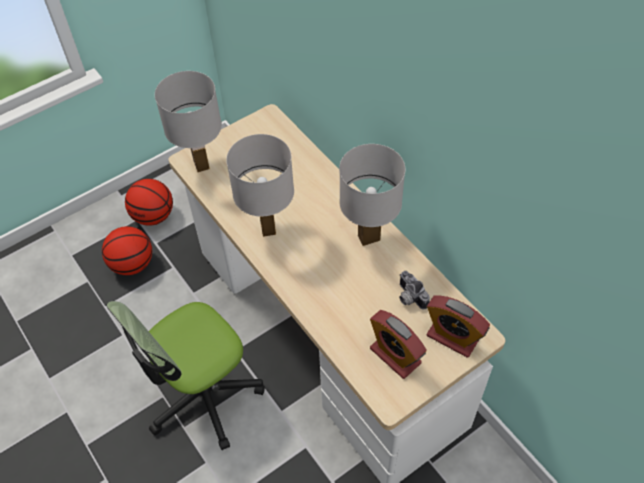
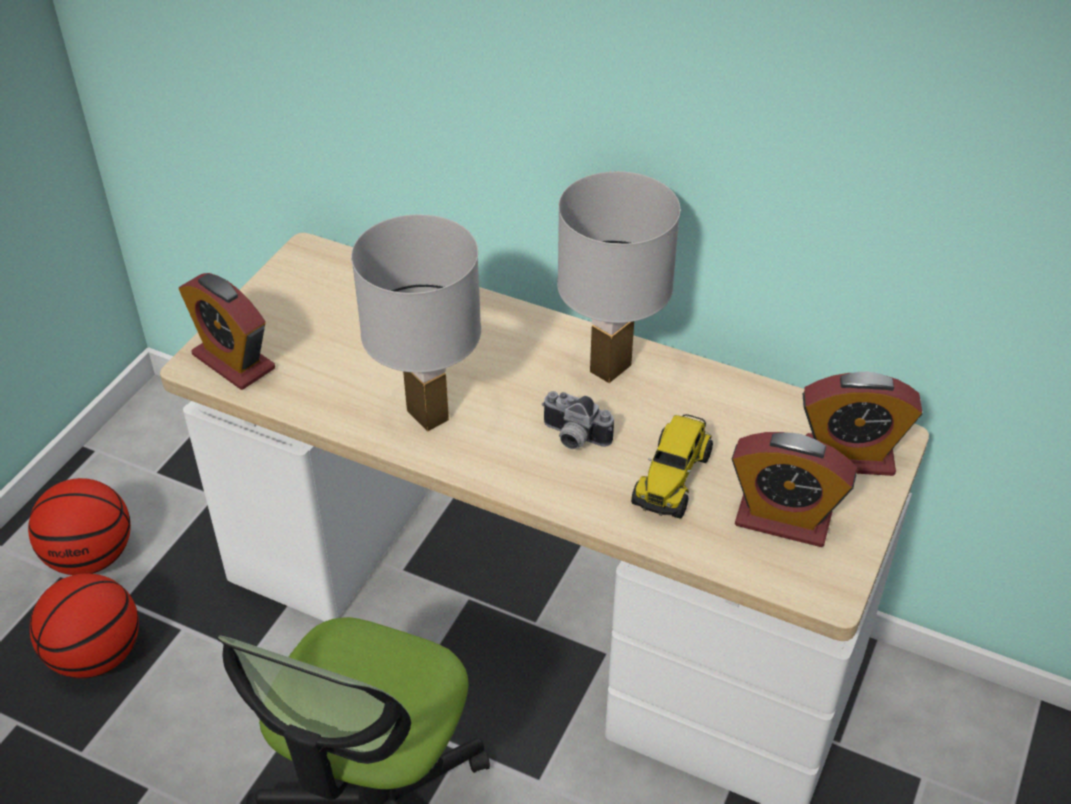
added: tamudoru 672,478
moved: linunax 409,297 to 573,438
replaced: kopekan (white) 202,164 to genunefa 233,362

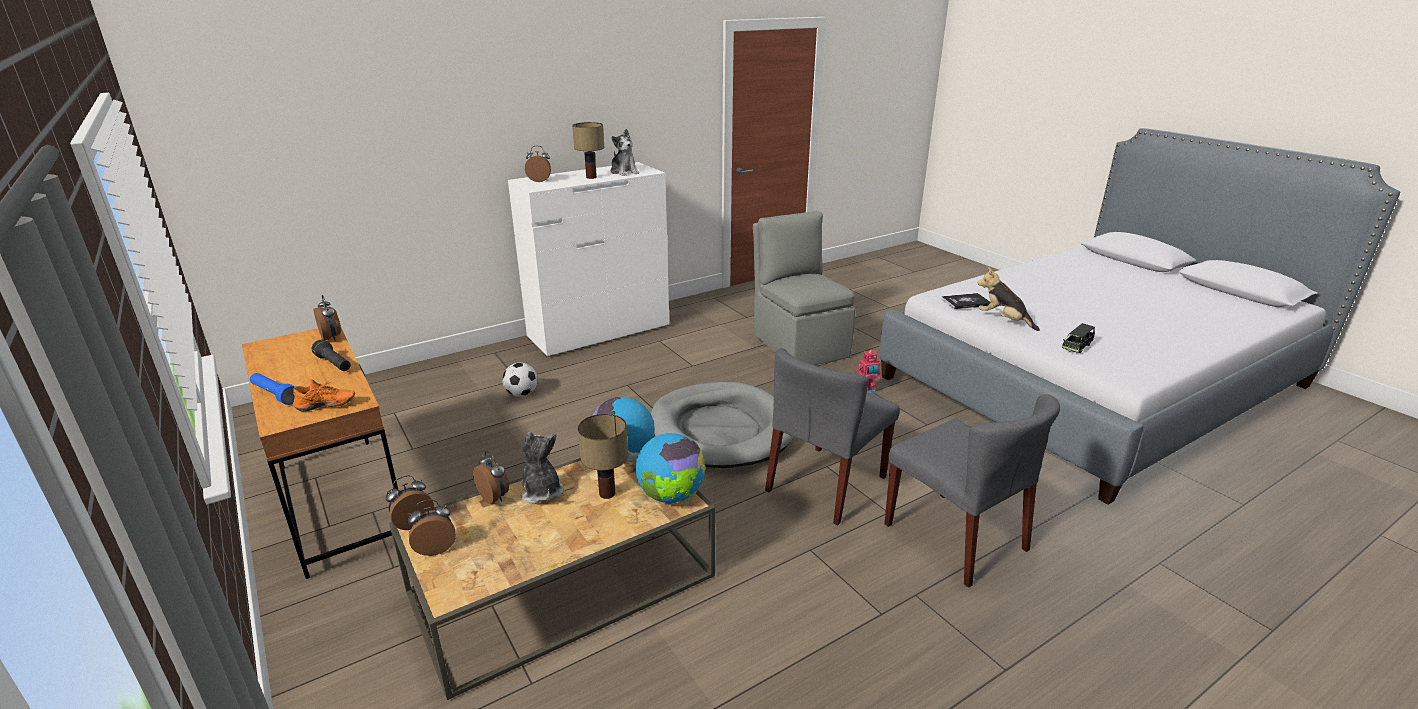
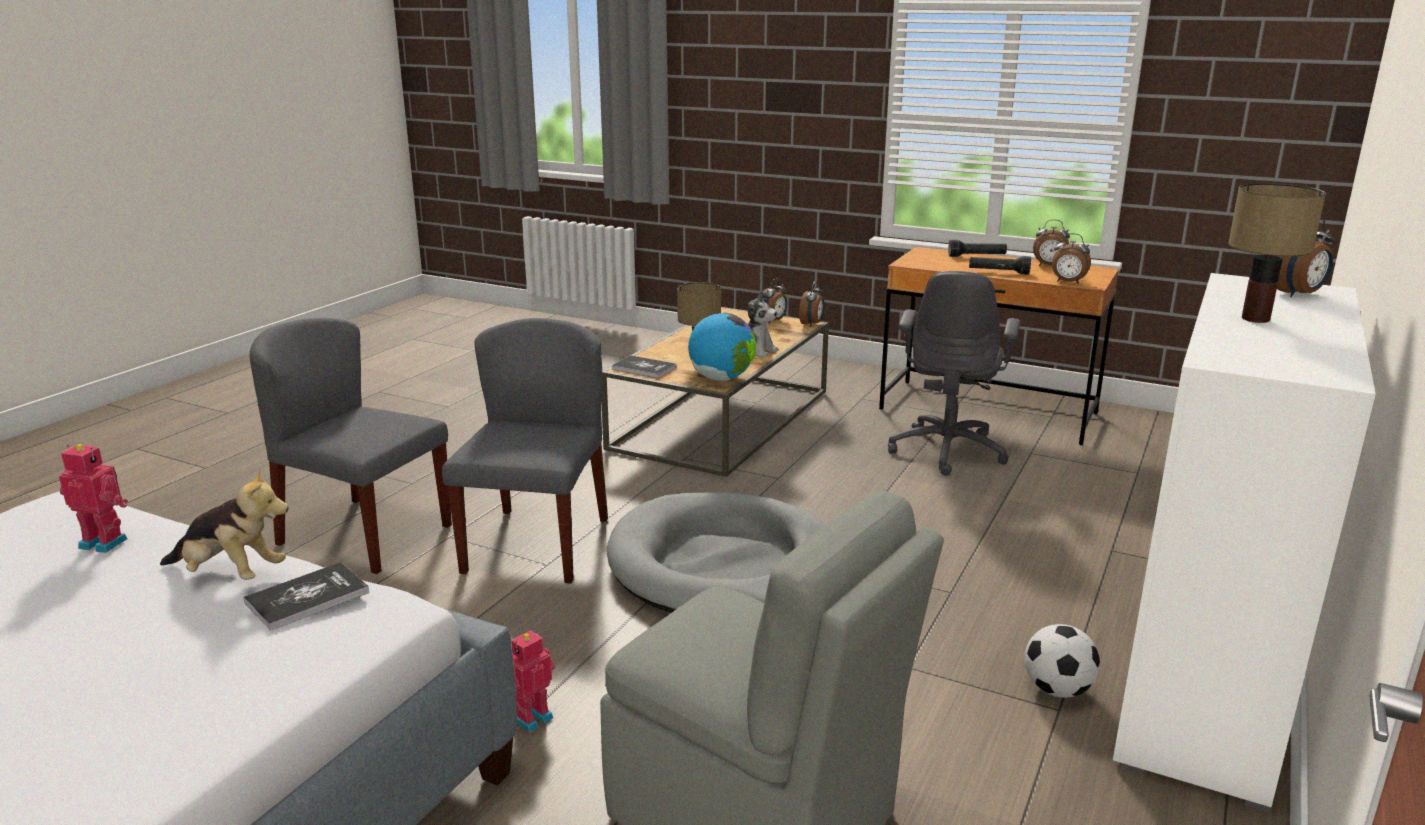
removed: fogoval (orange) 326,407; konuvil 624,172
added: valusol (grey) 948,450
moved: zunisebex 521,394 to 1057,690; genunefa 495,497 to 1049,266
replaced: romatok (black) 1076,347 to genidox 105,542; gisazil 671,496 to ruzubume 644,368
recoloured: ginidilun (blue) 275,395 to ginidilun (black) 976,256

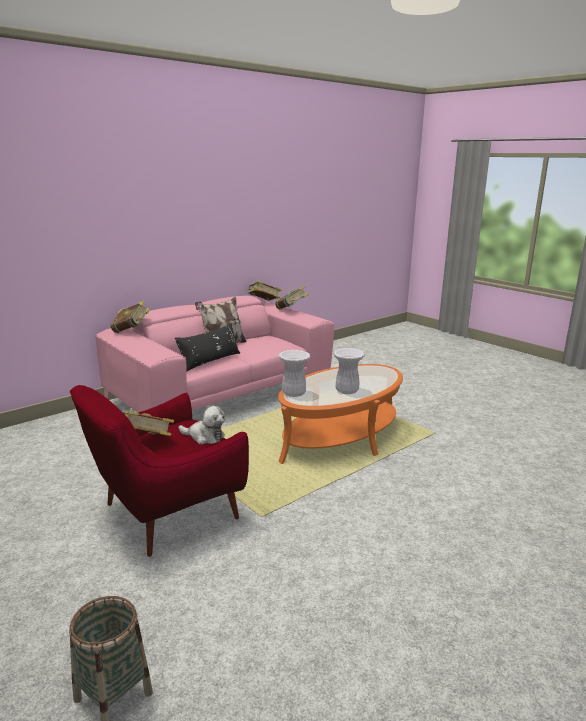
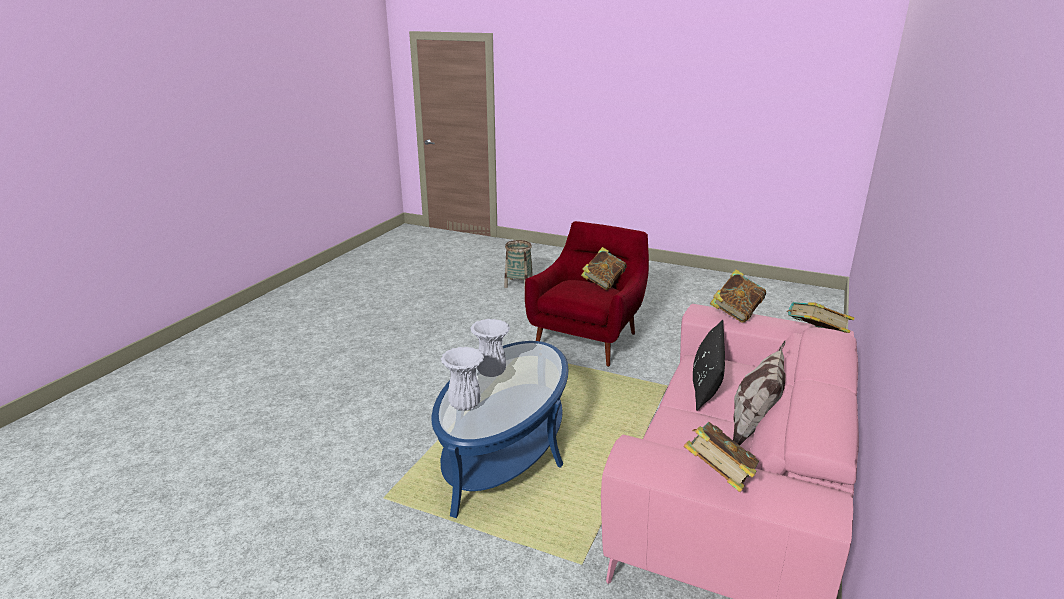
removed: konuvil 204,437
moved: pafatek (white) 293,394 to 465,404; ruzubume 263,303 to 736,313
recoloured: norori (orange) 340,437 to norori (blue) 505,450

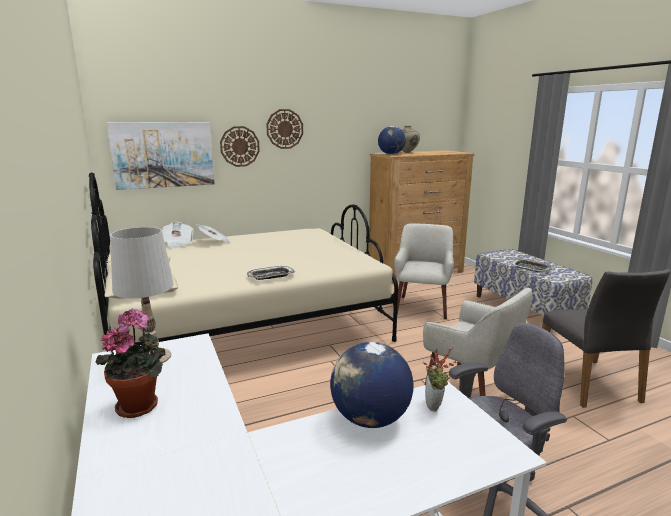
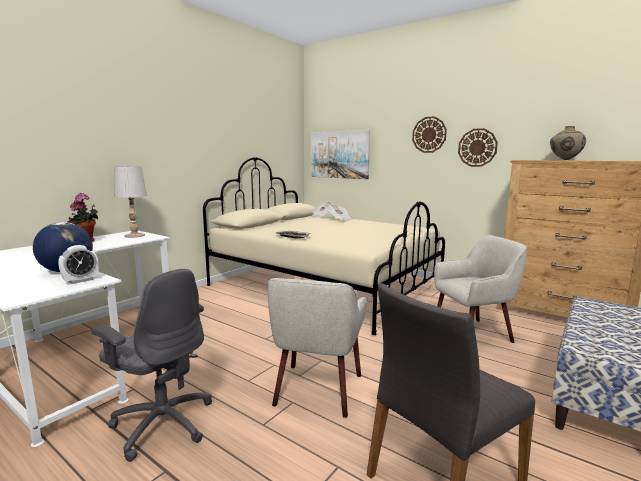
removed: gisazil 391,154; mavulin 530,268
moved: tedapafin 239,146 to 477,147
replaced: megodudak 435,406 to genunefa 81,280

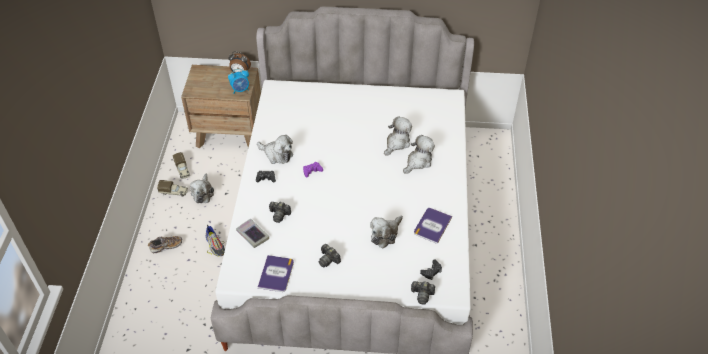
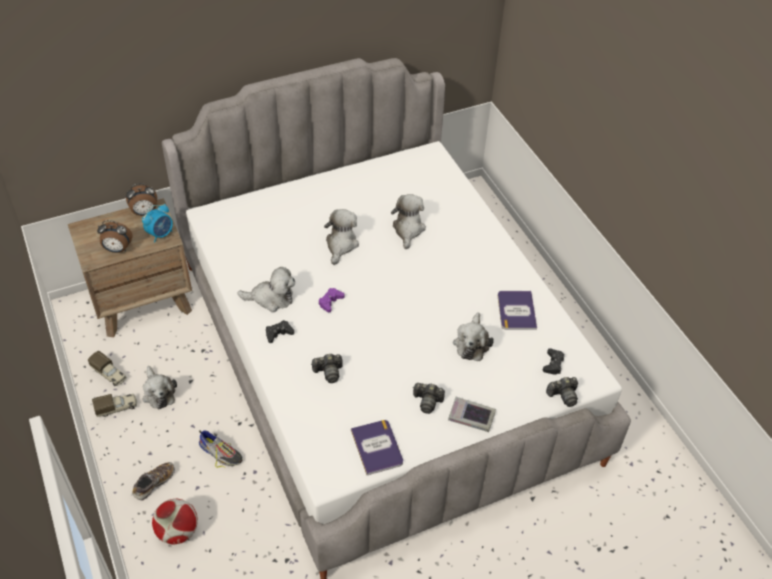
added: genunefa 117,249; zunisebex 178,531
moved: konuvil 418,161 to 341,245; ruzubume 252,235 to 471,417

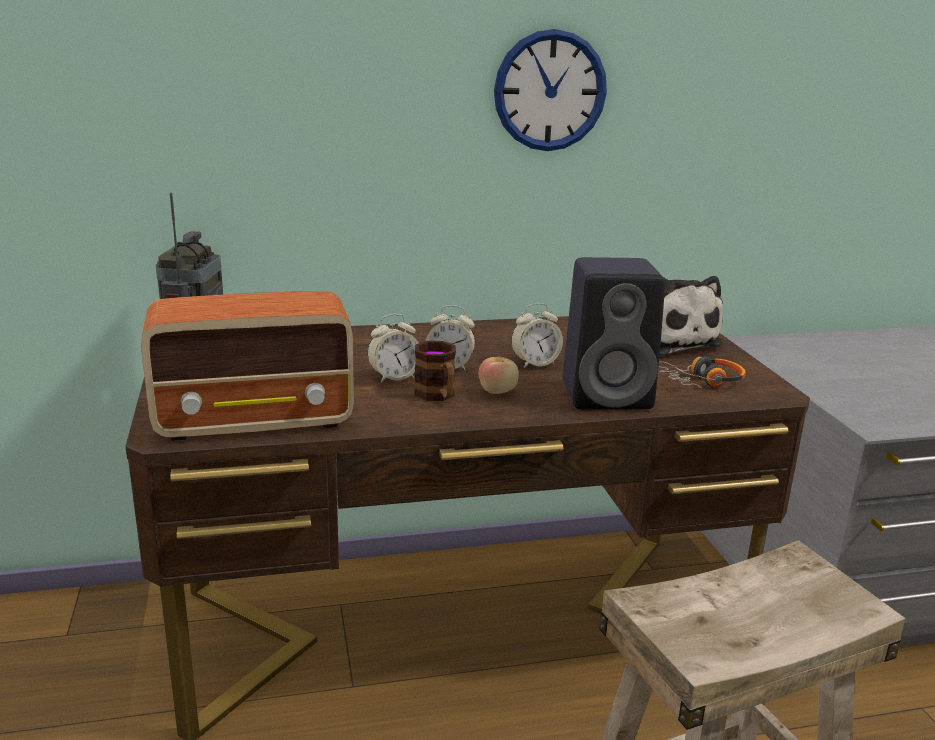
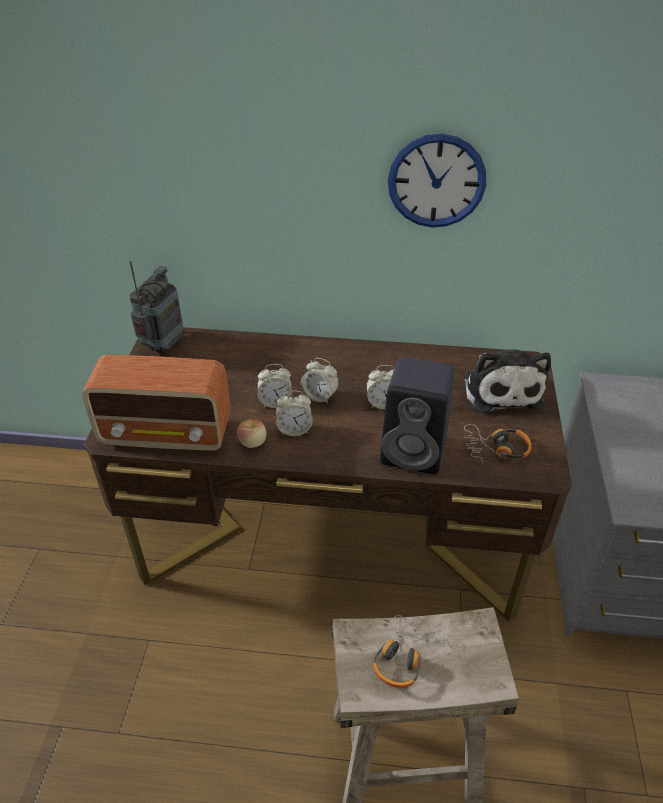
added: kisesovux 403,655
moved: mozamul 498,391 to 253,442
replaced: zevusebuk 438,396 to genunefa 294,429

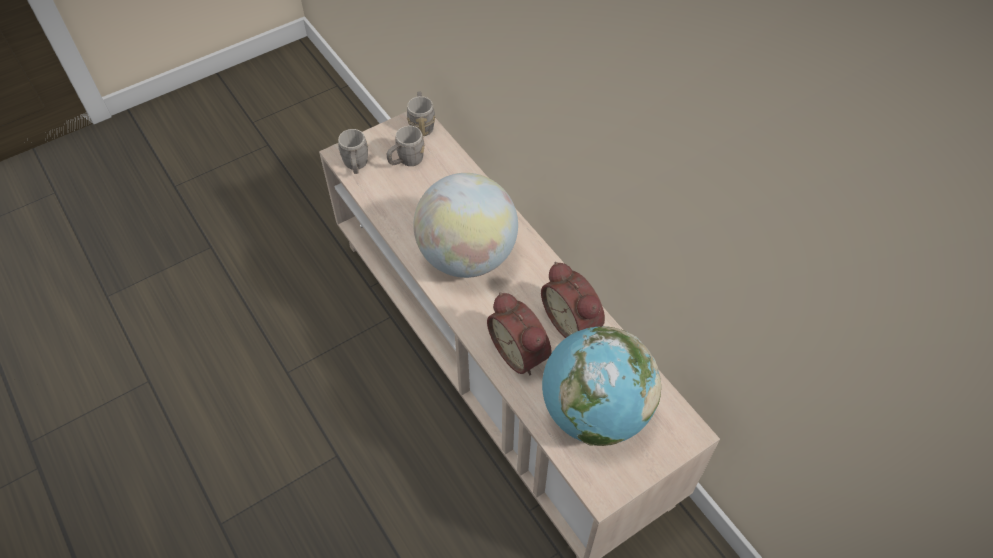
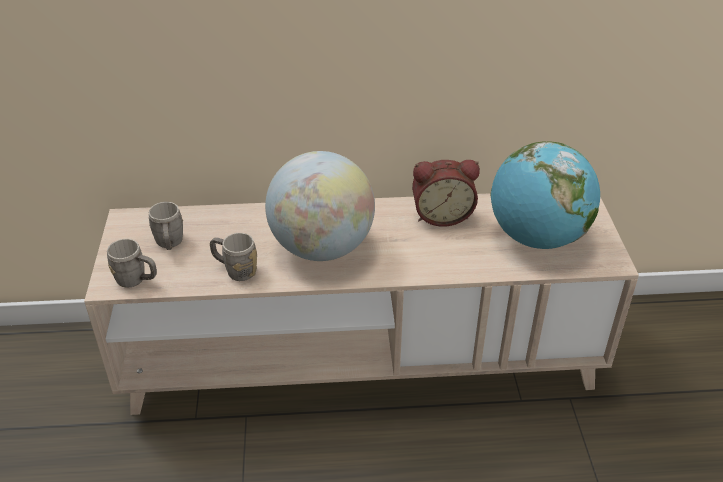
removed: genunefa 521,351
moved: zevusebuk (grey) 422,124 to 235,270

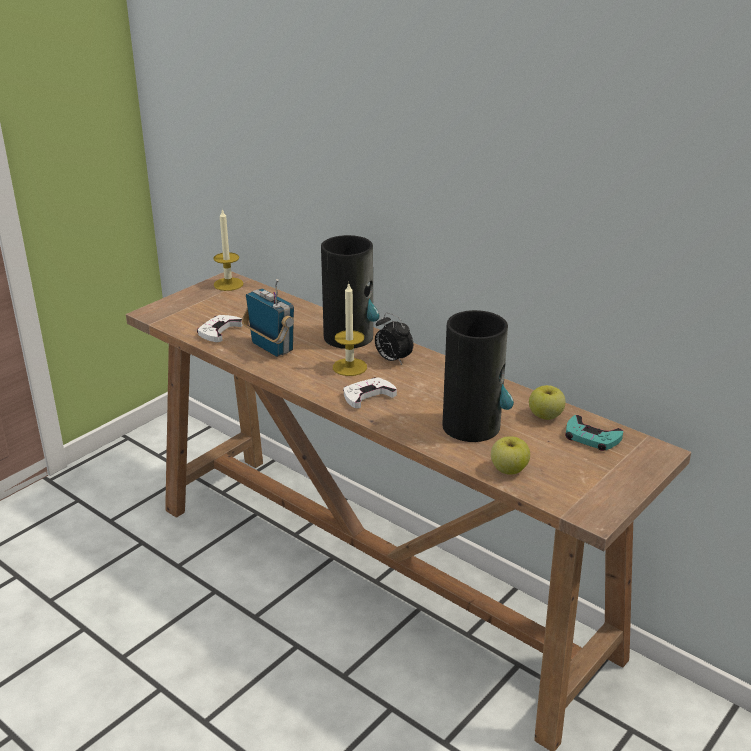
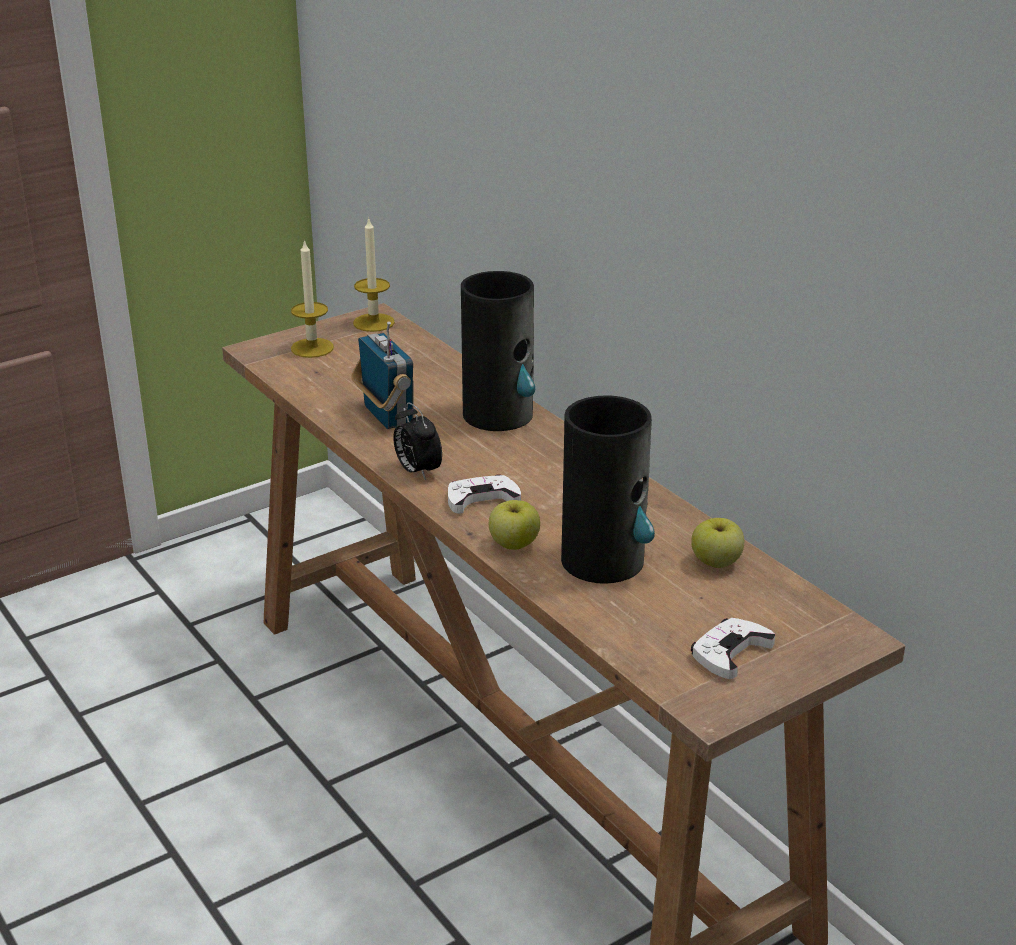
removed: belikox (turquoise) 591,438
moved: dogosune 349,367 to 312,348; genunefa 392,360 to 417,471; mozamul 508,469 to 514,544; belikox (white) 219,331 to 730,652

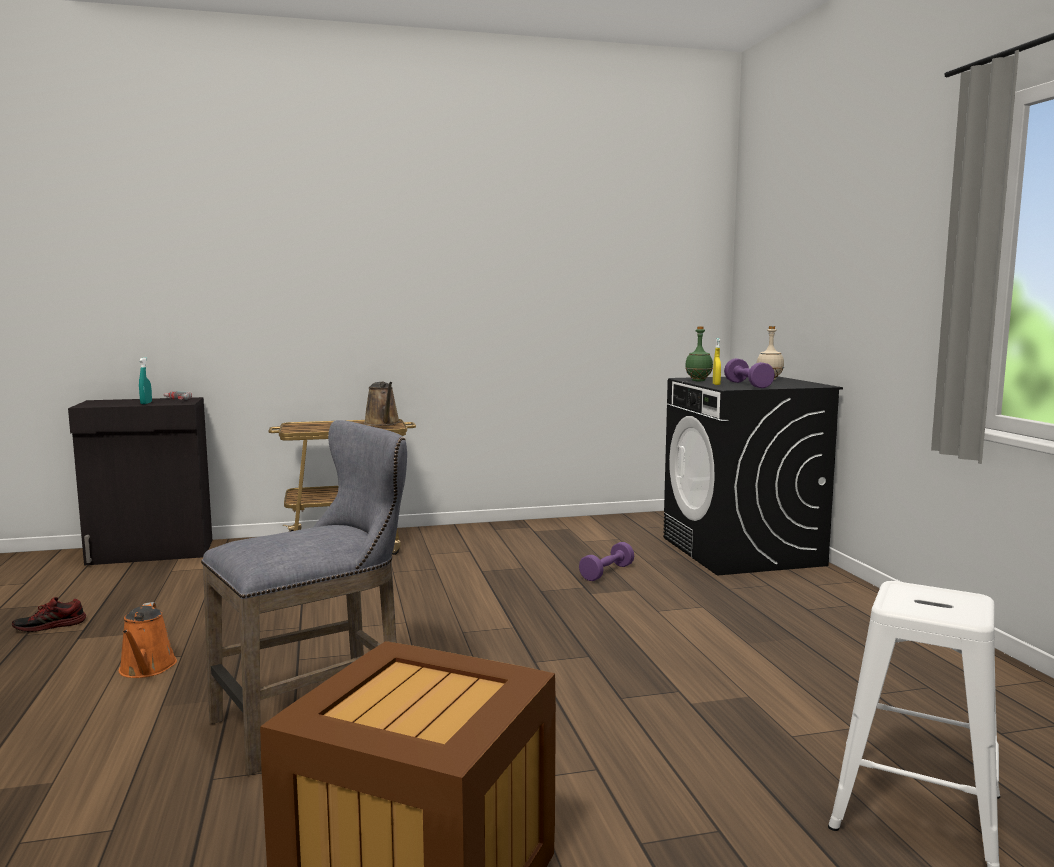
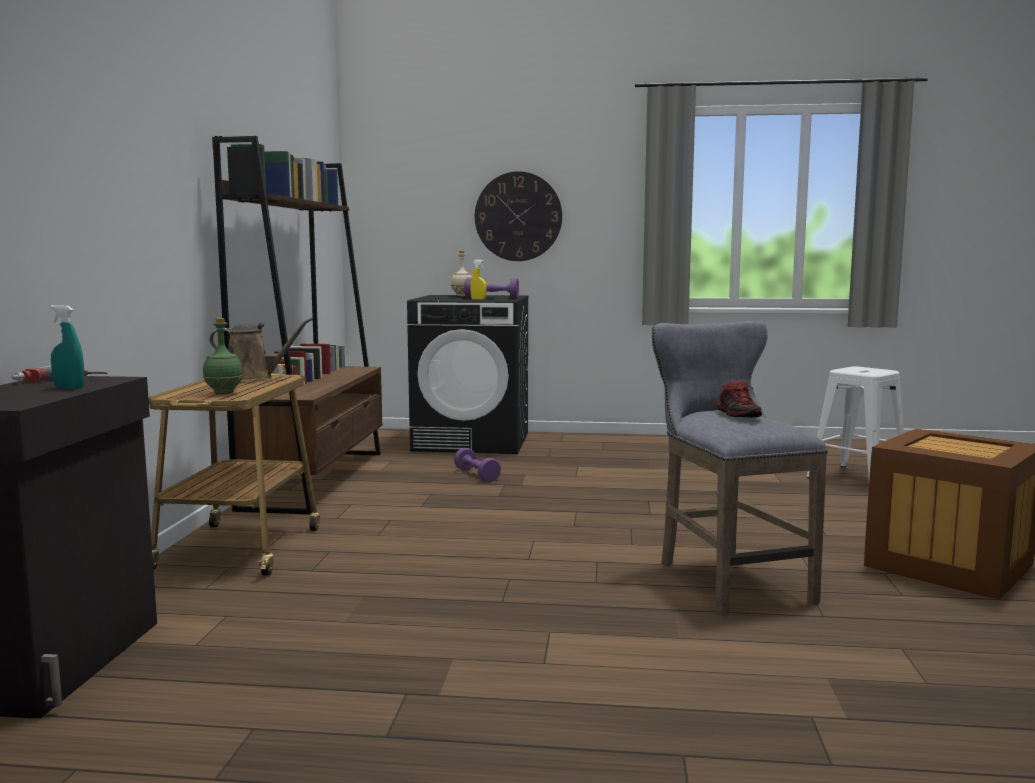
removed: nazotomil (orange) 147,669
added: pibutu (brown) 316,479; tedapafin 518,216
moved: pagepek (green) 698,381 to 224,393; fogoval 50,626 to 739,415

